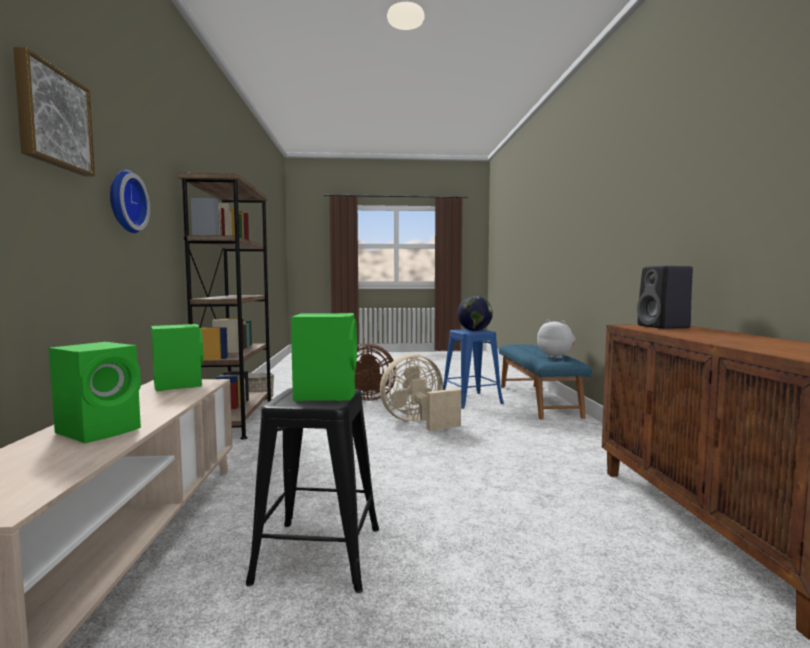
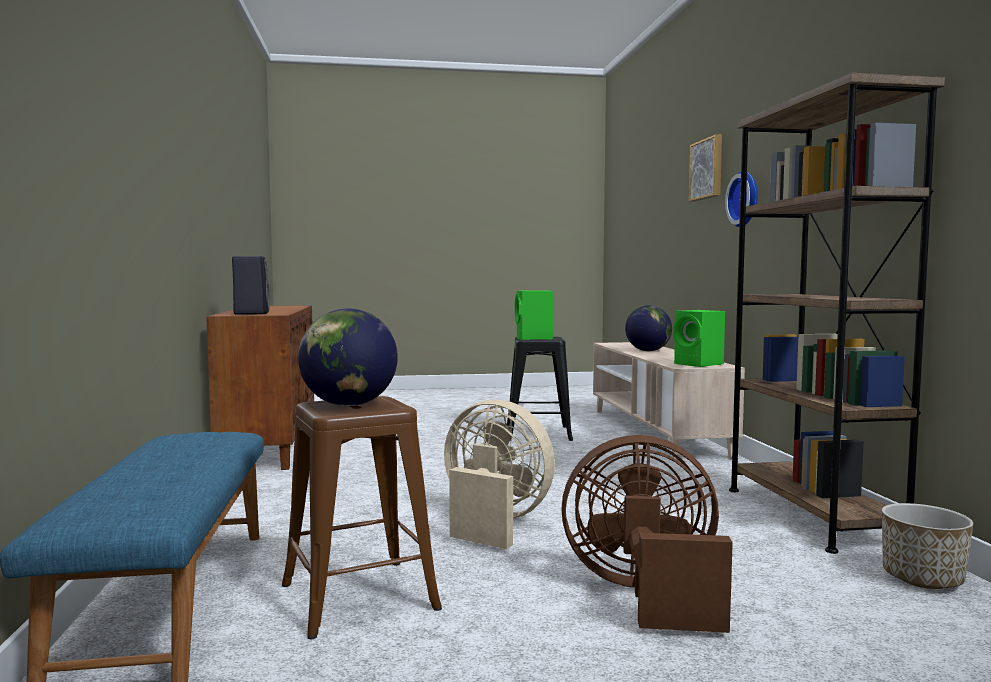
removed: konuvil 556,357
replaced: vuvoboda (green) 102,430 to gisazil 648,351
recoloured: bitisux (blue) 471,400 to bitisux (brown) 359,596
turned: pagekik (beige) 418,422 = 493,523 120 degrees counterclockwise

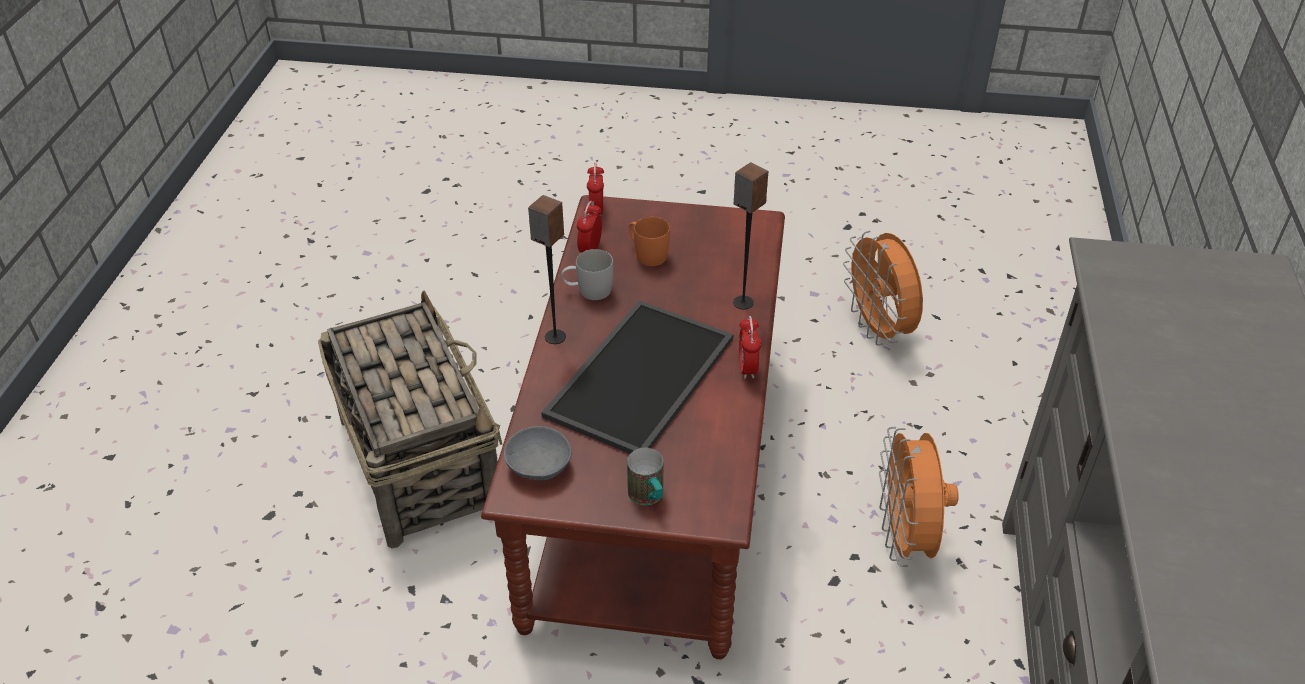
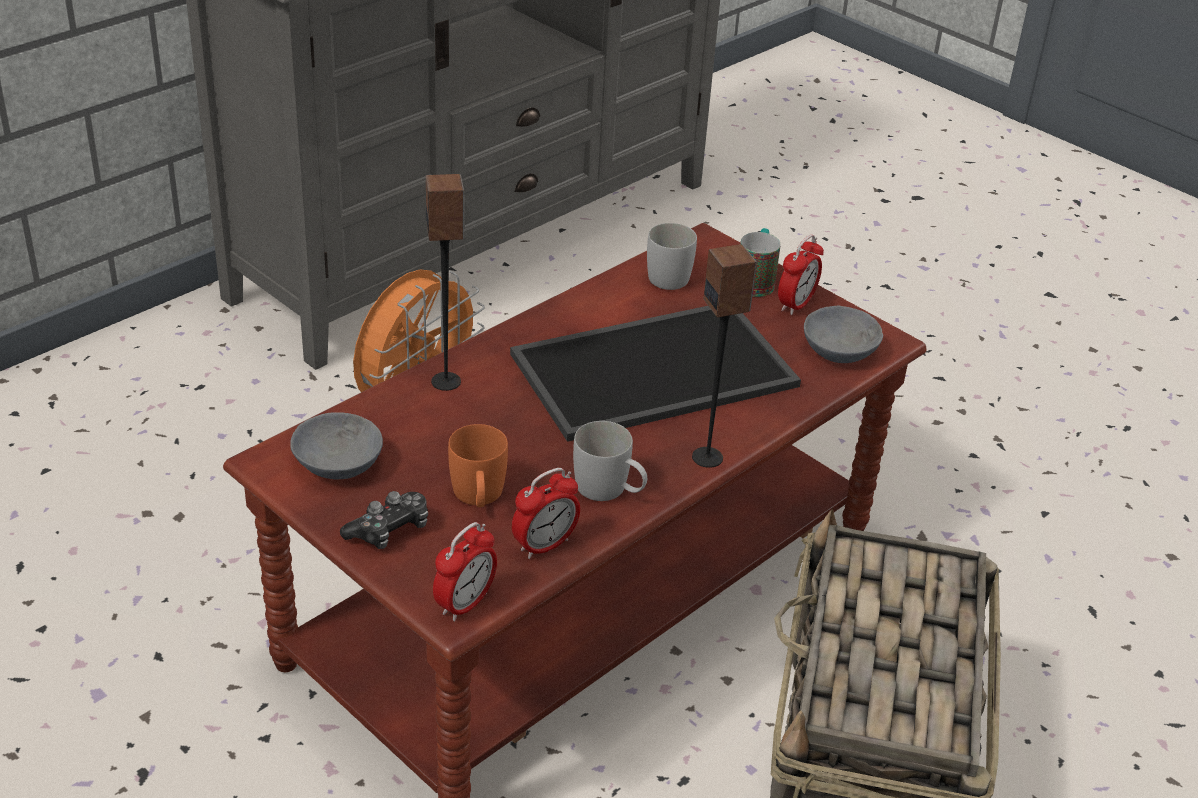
removed: pagekik (orange) 879,329
added: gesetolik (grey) 335,464; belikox 389,530; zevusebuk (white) 671,274
moved: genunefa 747,368 to 796,304

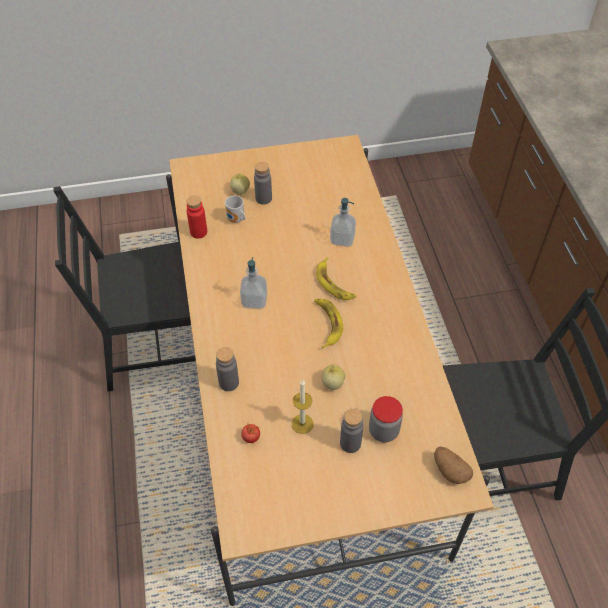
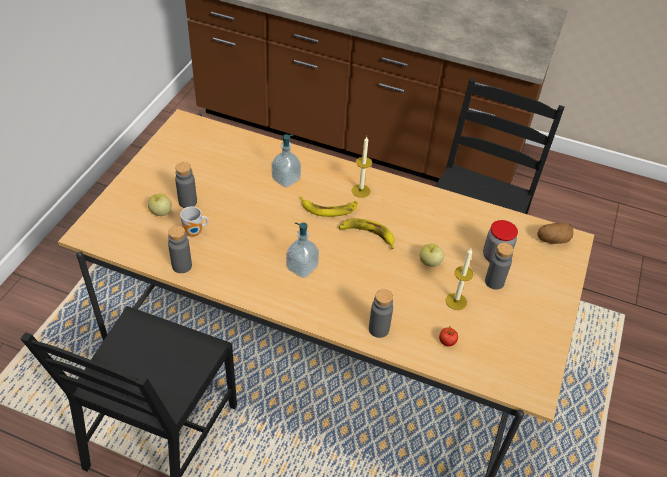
added: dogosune 361,191
recoloured: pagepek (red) 198,232 to pagepek (grey) 182,266

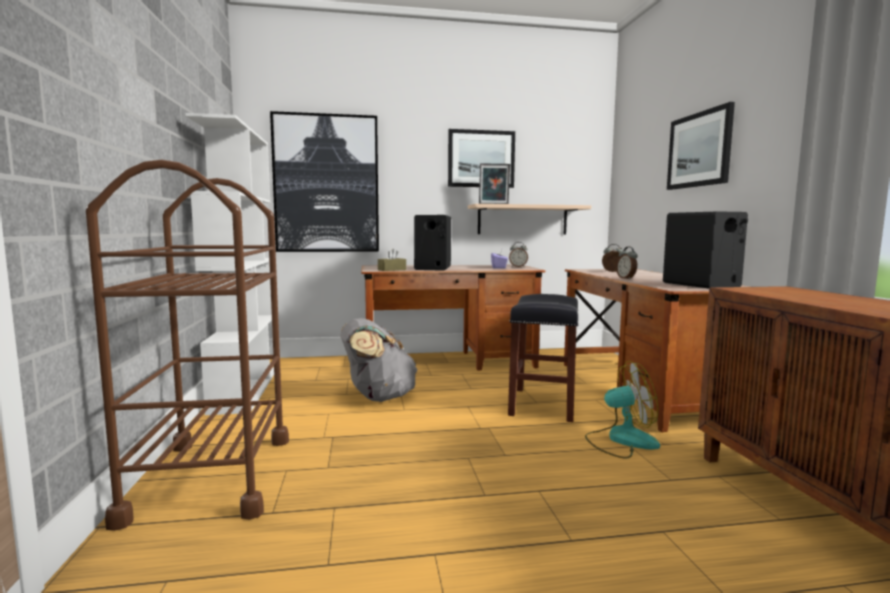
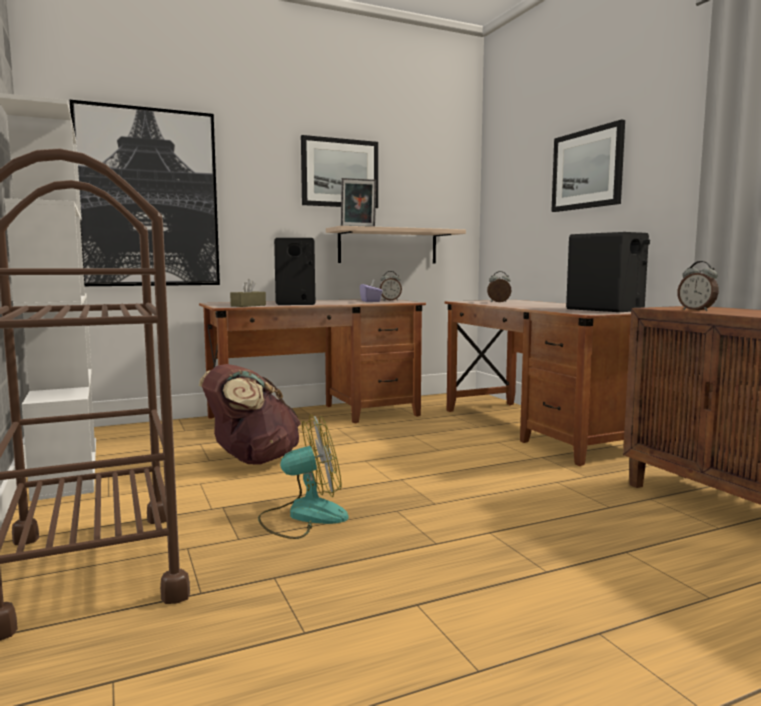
removed: bitisux (black) 542,404
moved: pagekik 621,440 to 303,516; genunefa 626,278 to 697,310
recoloured: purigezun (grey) 378,397 to purigezun (brown) 252,460

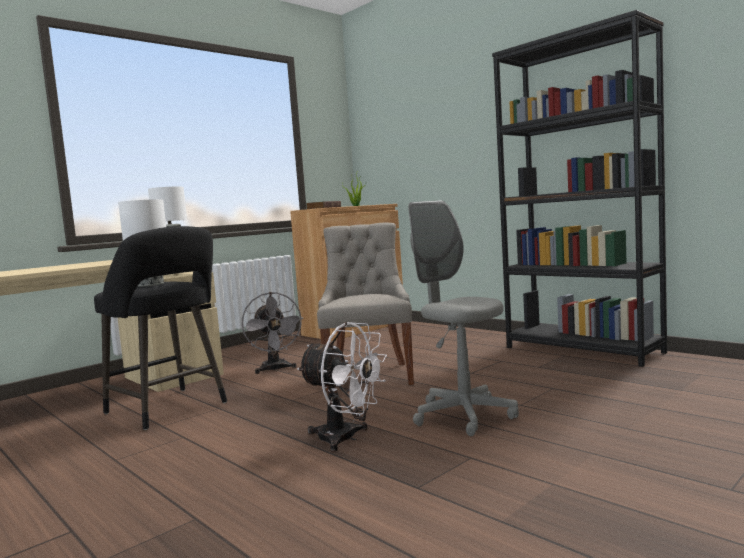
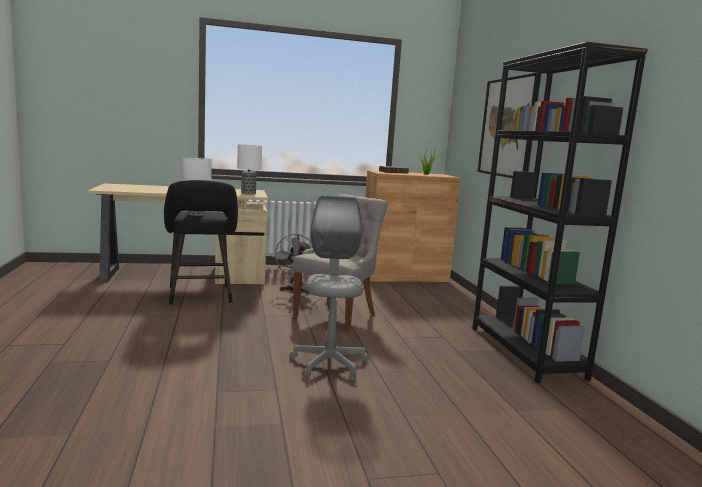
removed: pagekik (white) 346,439
added: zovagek 508,127

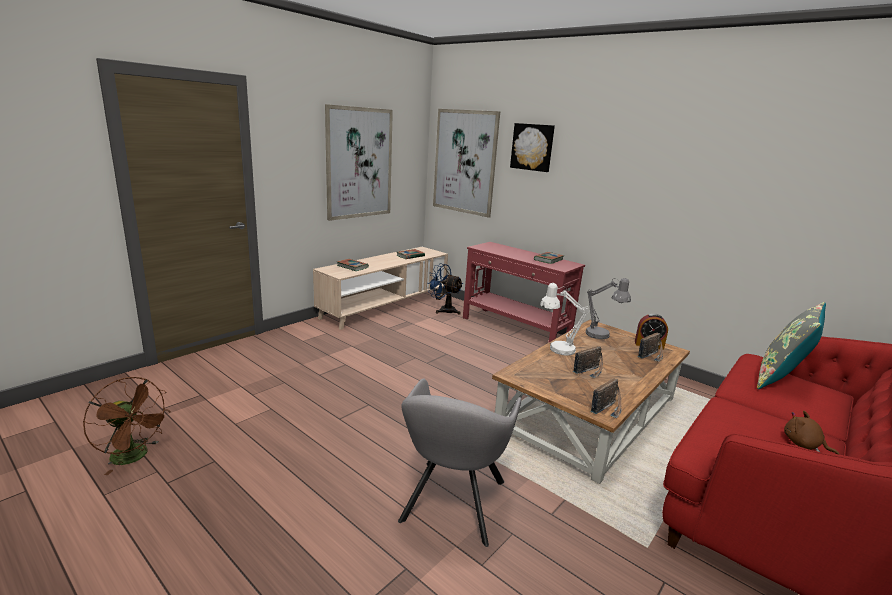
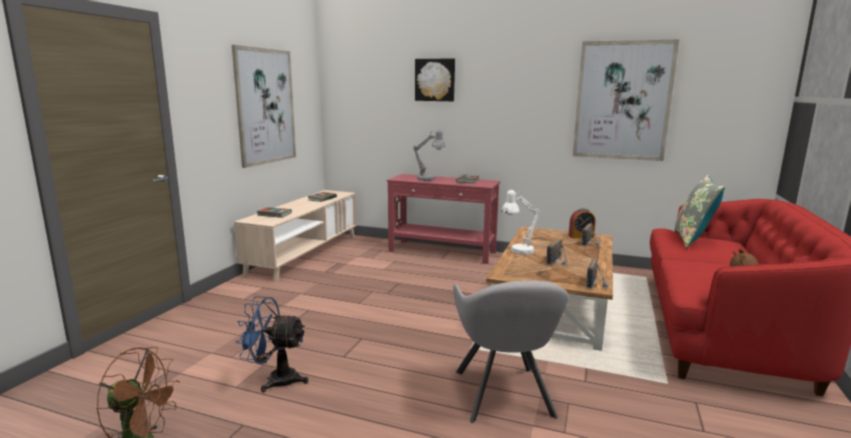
moved: pagekik (blue) 443,310 to 275,379; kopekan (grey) 602,336 to 429,179; zovagek 465,162 to 622,101

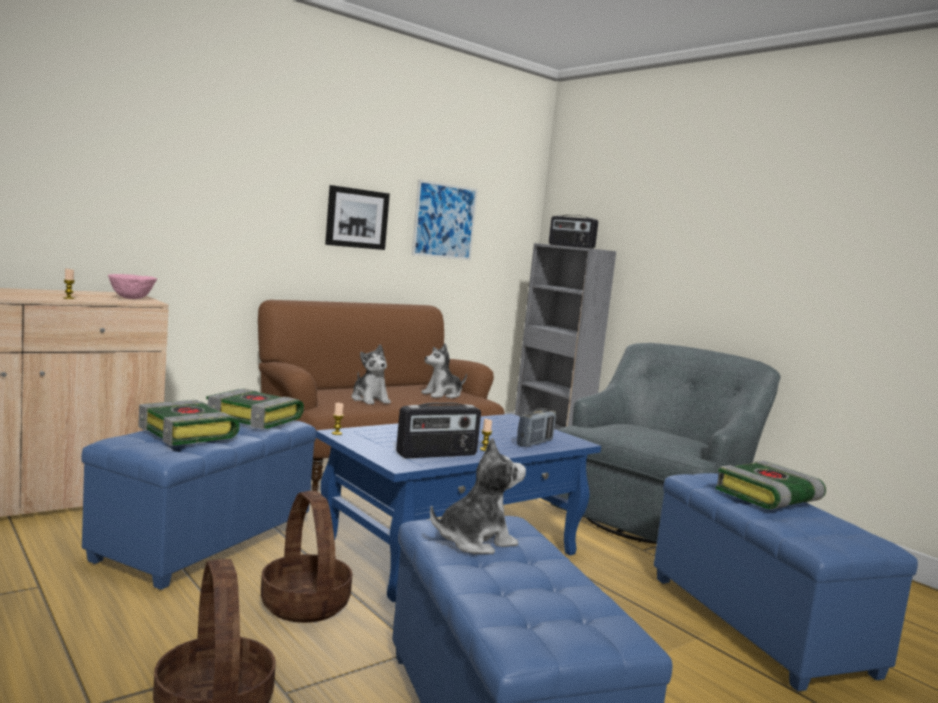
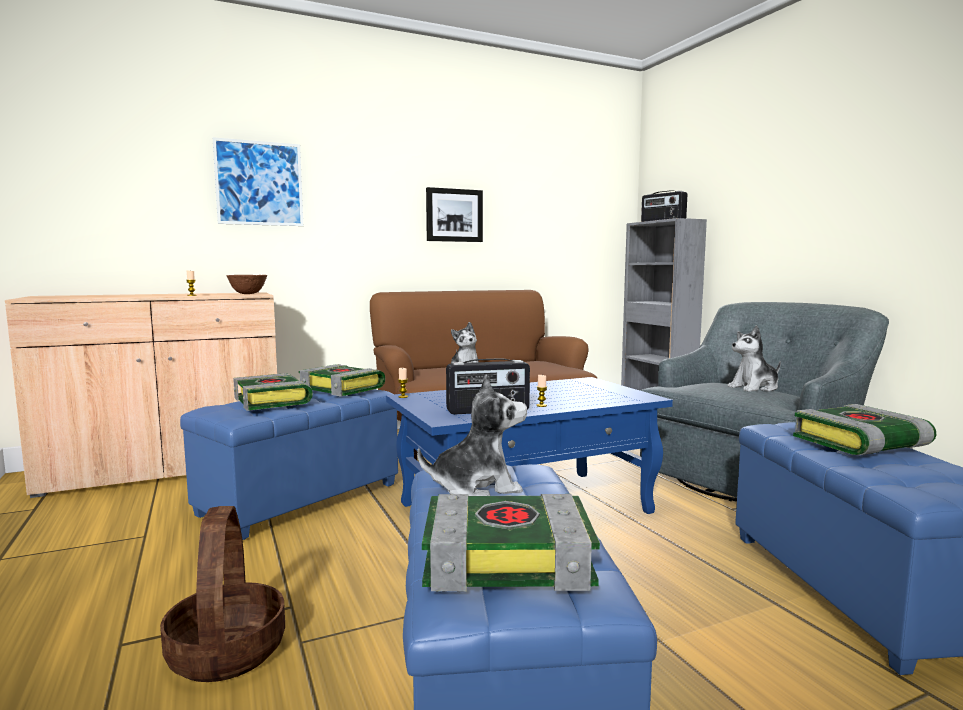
removed: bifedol 304,604; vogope 535,443
added: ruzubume 509,557
moved: zovagek 444,221 to 259,183; konuvil 442,395 to 754,388
recoloured: gesetolik (pink) 132,298 to gesetolik (brown) 248,294

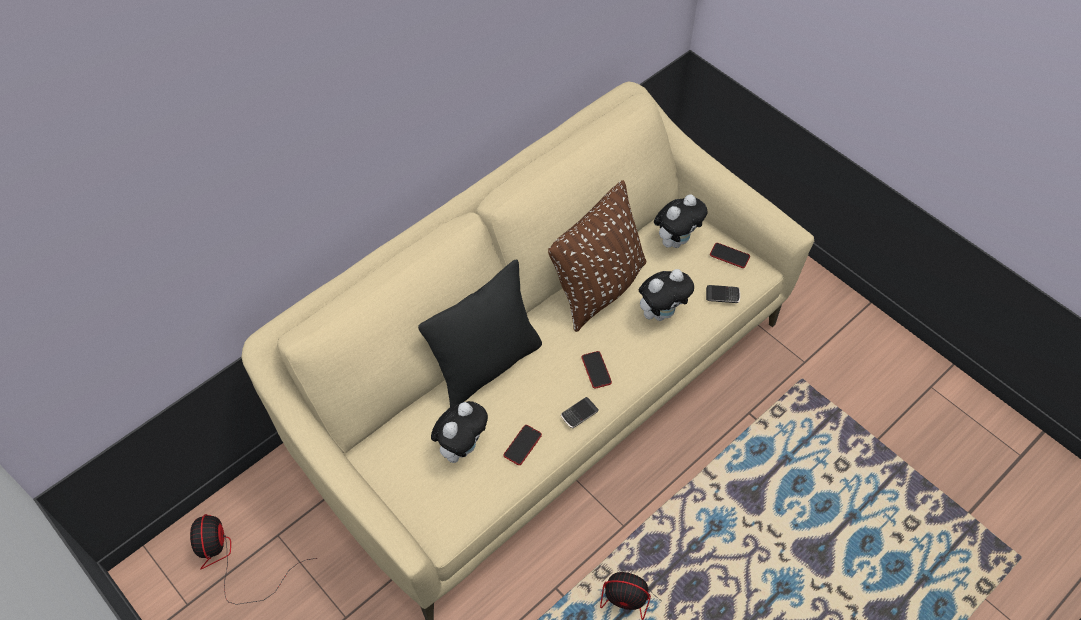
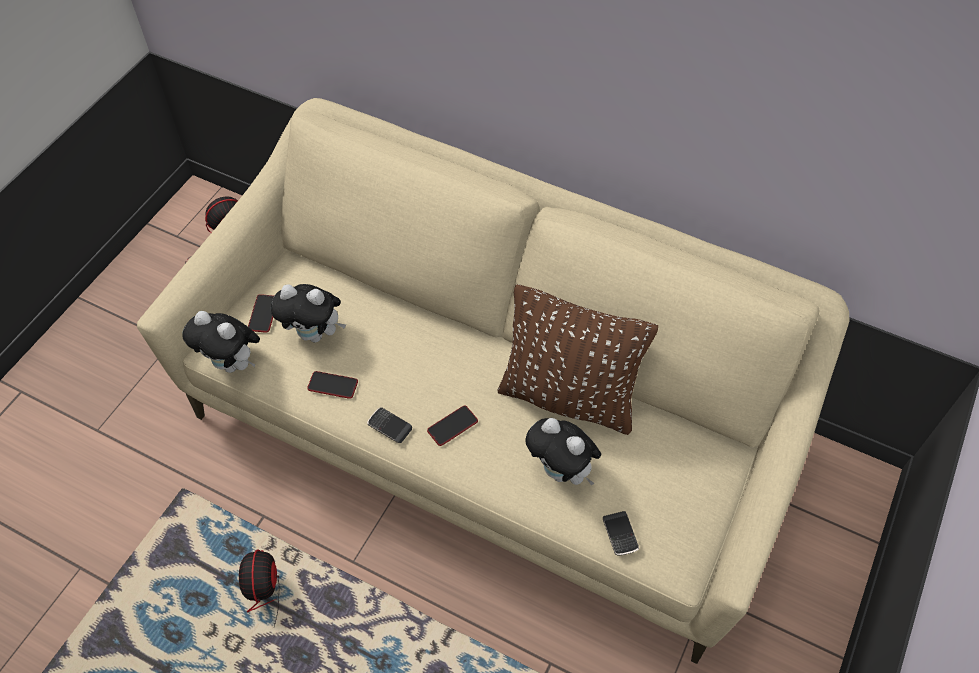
removed: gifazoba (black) 487,365
moved: konuvil 676,240 to 233,364; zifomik 729,256 to 263,314

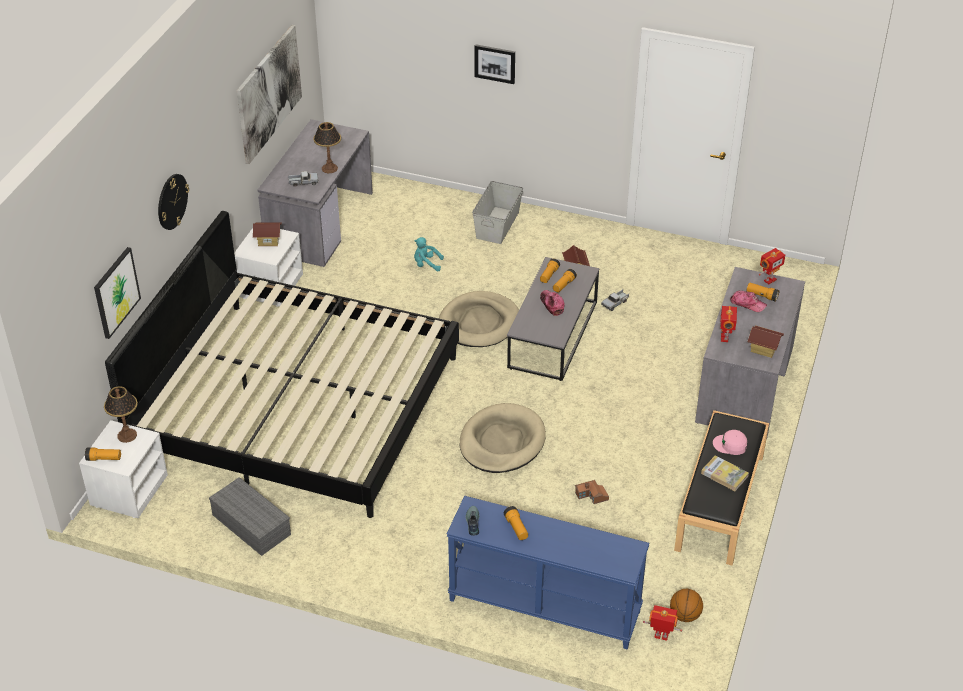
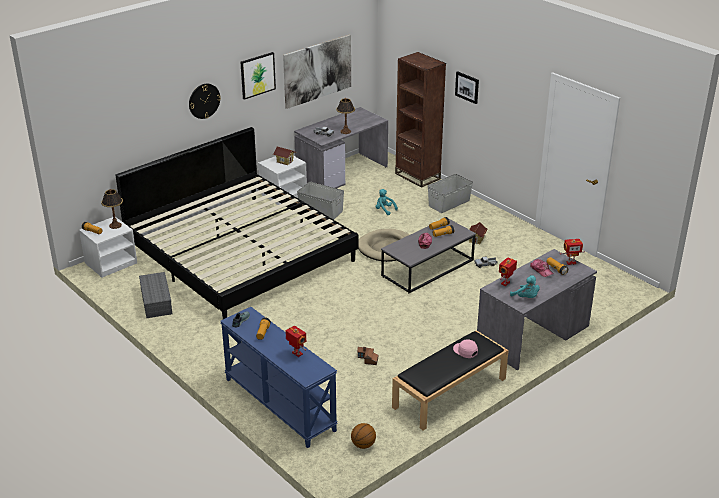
removed: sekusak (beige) 502,442; ruzubume 724,475
added: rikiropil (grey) 320,210; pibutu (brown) 417,176
moved: zovagek 116,292 to 257,75; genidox 661,636 to 296,354
replaced: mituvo 763,349 to konuvil (turquoise) 526,297

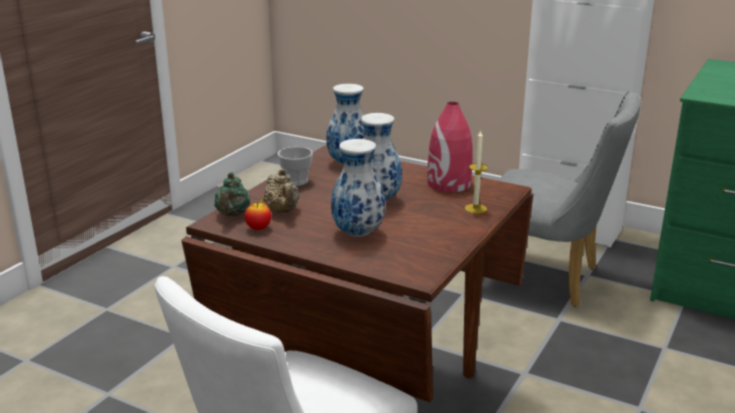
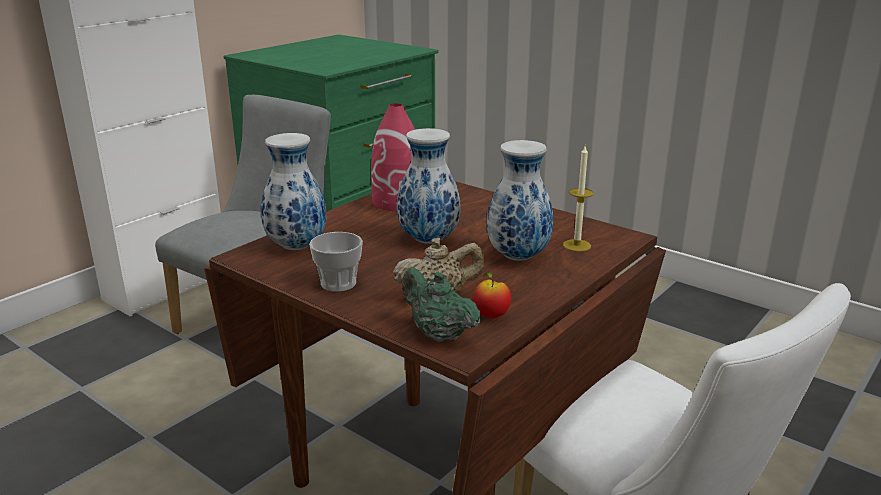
moved: dogosune 475,208 to 577,245
turned: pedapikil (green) 232,214 = 438,334 150 degrees counterclockwise

